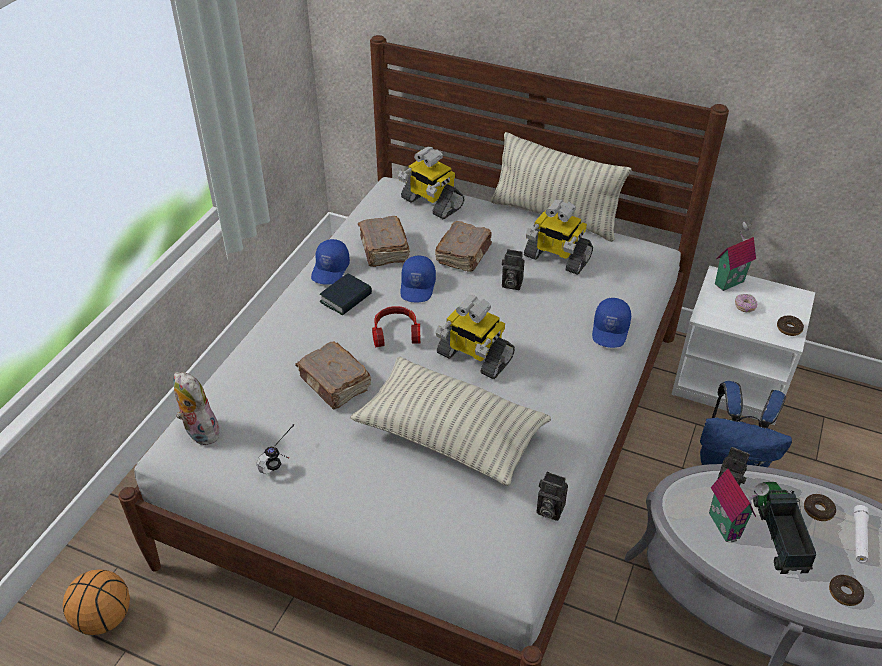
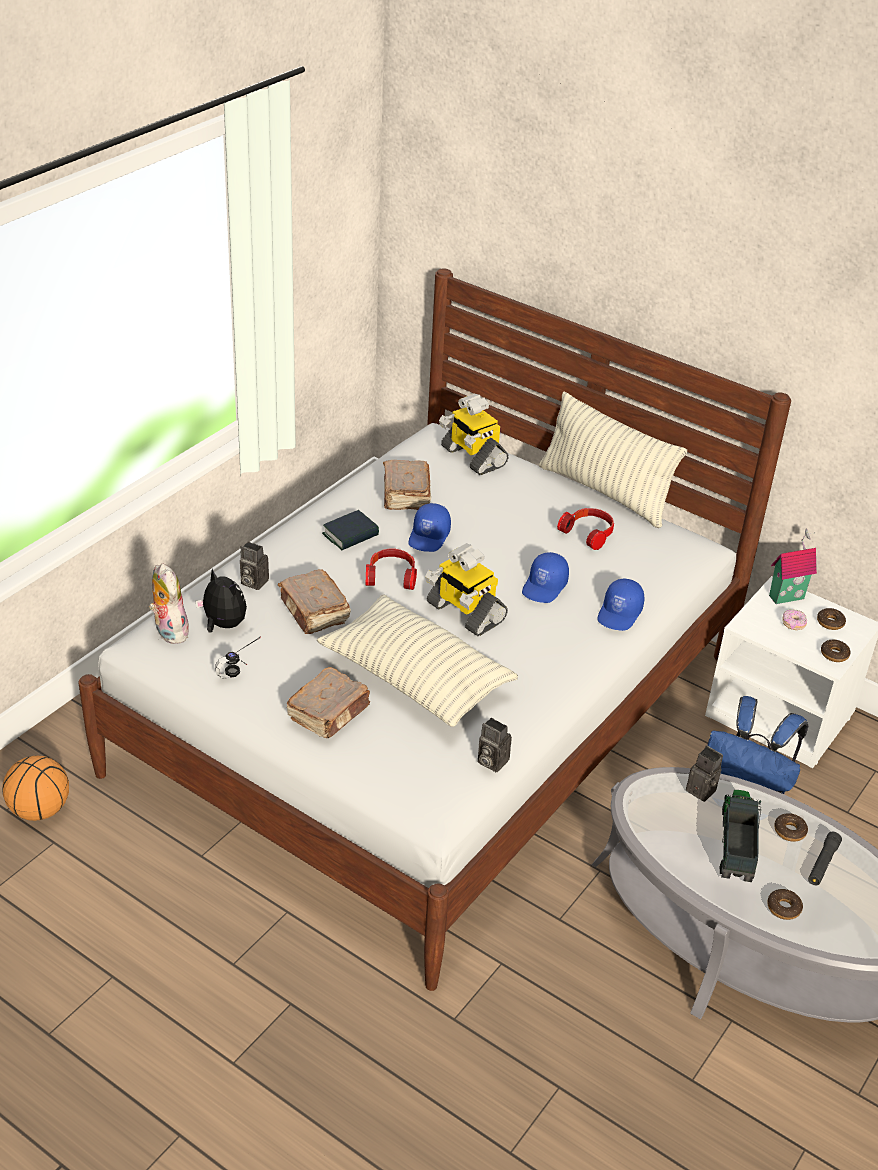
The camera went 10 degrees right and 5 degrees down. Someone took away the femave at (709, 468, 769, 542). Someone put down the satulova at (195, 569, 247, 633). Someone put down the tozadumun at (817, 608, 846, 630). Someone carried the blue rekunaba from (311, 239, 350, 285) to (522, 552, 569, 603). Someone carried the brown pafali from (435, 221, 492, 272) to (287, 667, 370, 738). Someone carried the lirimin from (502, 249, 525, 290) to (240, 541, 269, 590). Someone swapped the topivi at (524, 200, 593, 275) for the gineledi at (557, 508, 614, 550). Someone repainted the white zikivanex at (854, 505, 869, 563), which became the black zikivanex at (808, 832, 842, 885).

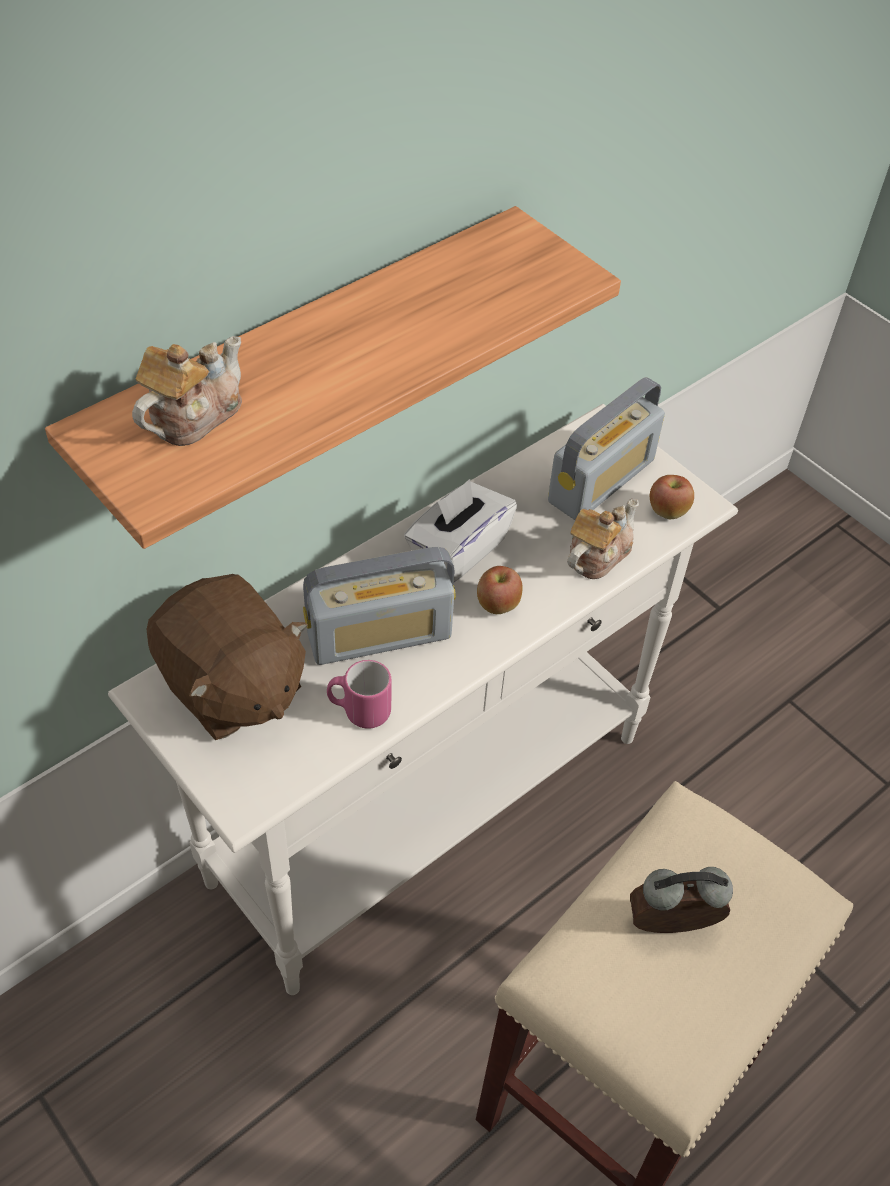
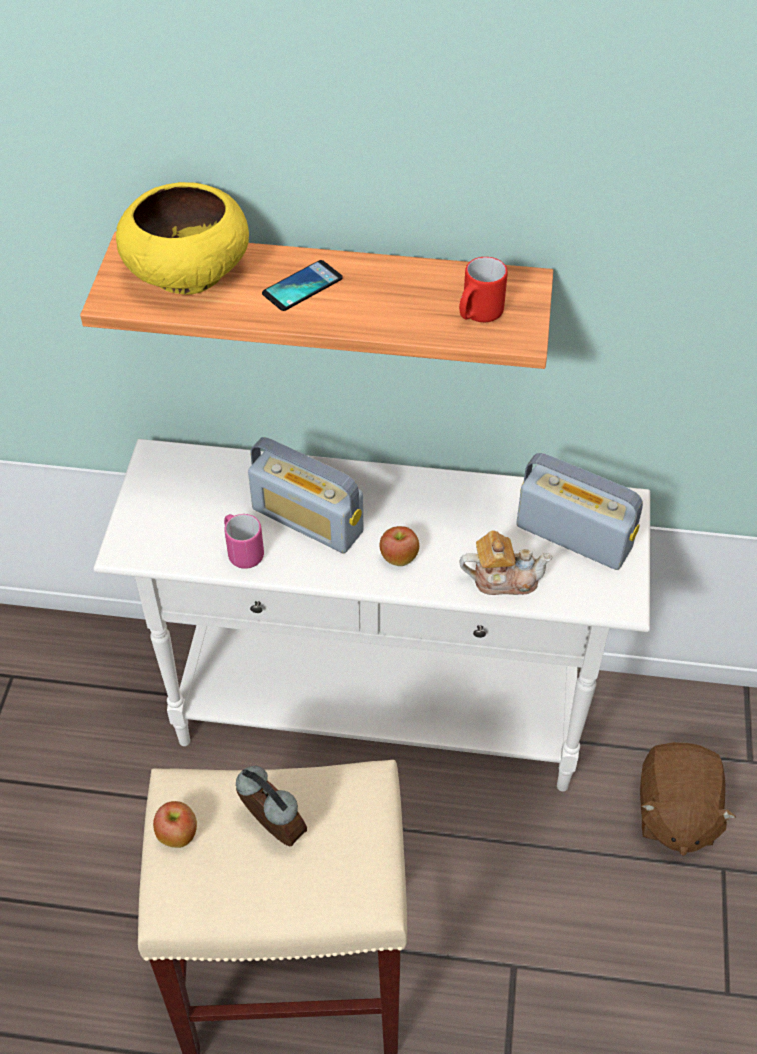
The camera went 50 degrees right and 0 degrees up. Someone took away the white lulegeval at (404, 479, 517, 582). Someone put down the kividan at (262, 260, 343, 311). Someone put down the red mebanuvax at (459, 257, 508, 322). Someone carried the brown satulova from (146, 574, 308, 740) to (640, 742, 736, 856). Someone carried the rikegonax from (650, 475, 694, 519) to (153, 801, 197, 848). Someone swapped the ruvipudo at (132, 336, 242, 446) for the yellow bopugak at (116, 182, 249, 294). Someone rotated the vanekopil at (548, 377, 665, 520) by 150 degrees counterclockwise.

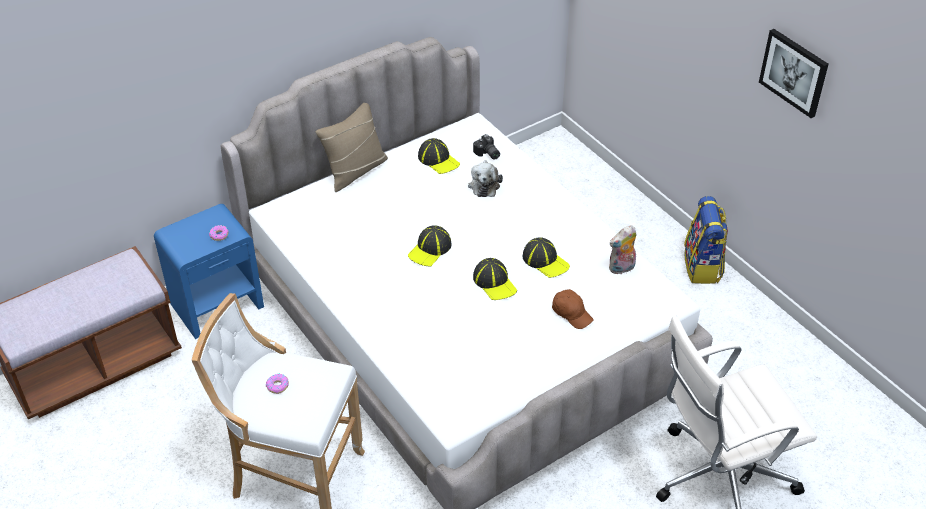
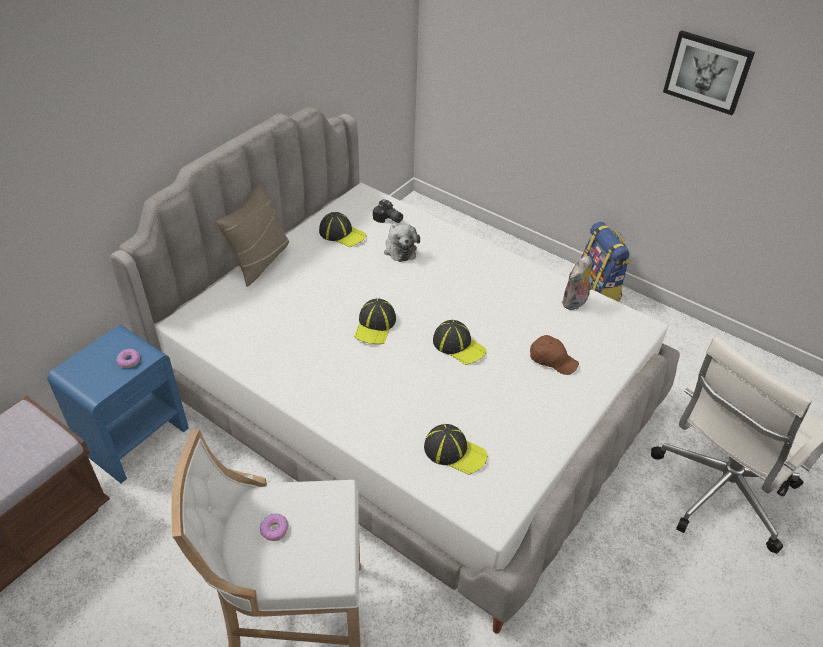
The camera went 20 degrees left and 0 degrees up. Someone carried the rekunaba from (523, 237, 570, 278) to (424, 424, 488, 475).

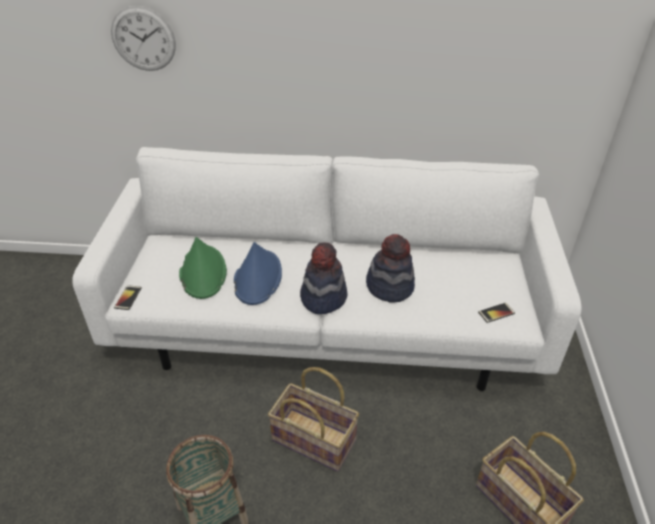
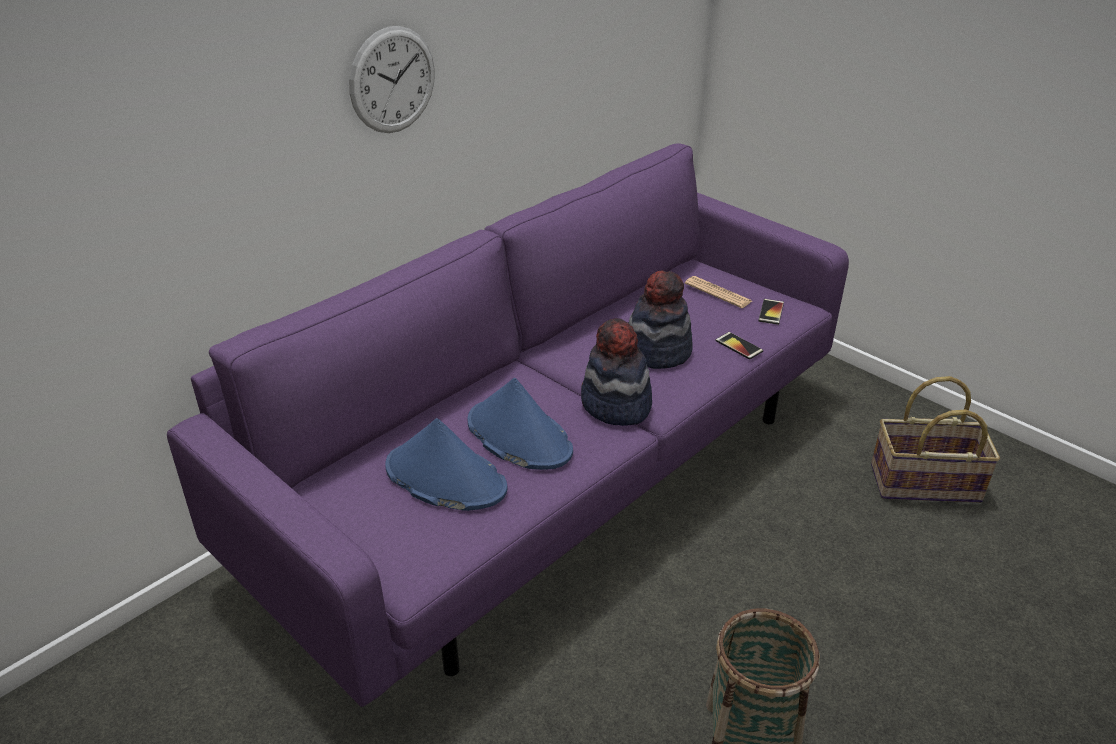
The camera went 50 degrees left and 5 degrees down. Someone took away the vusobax at (268, 367, 359, 472). Someone put down the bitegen at (685, 276, 752, 308). Someone carried the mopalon from (111, 6, 176, 71) to (349, 26, 435, 133). Someone carried the kividan from (114, 285, 142, 310) to (715, 332, 763, 360). Someone repainted the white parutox at (72, 147, 582, 391), which became the purple parutox at (167, 144, 849, 707). Someone repainted the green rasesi at (179, 237, 227, 299), which became the blue rasesi at (385, 418, 508, 511).

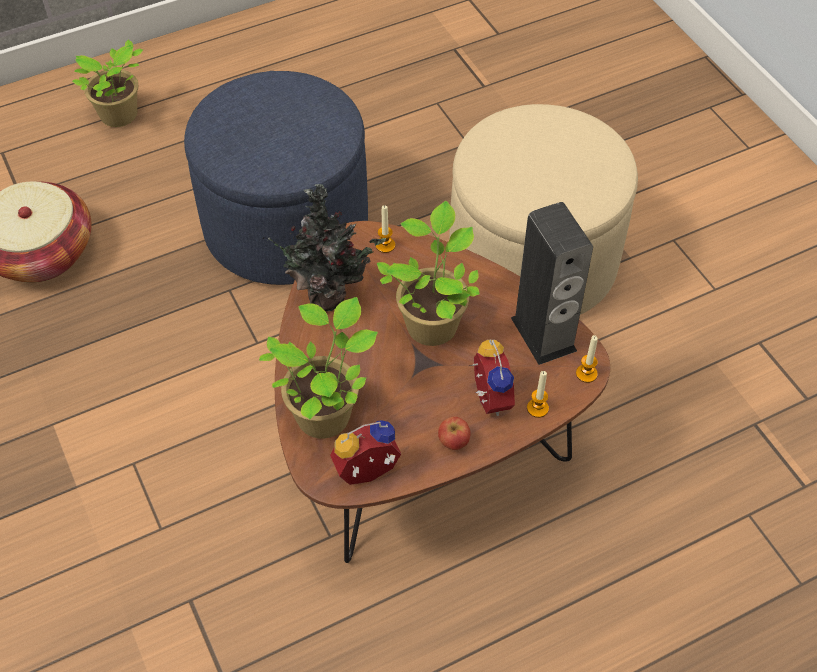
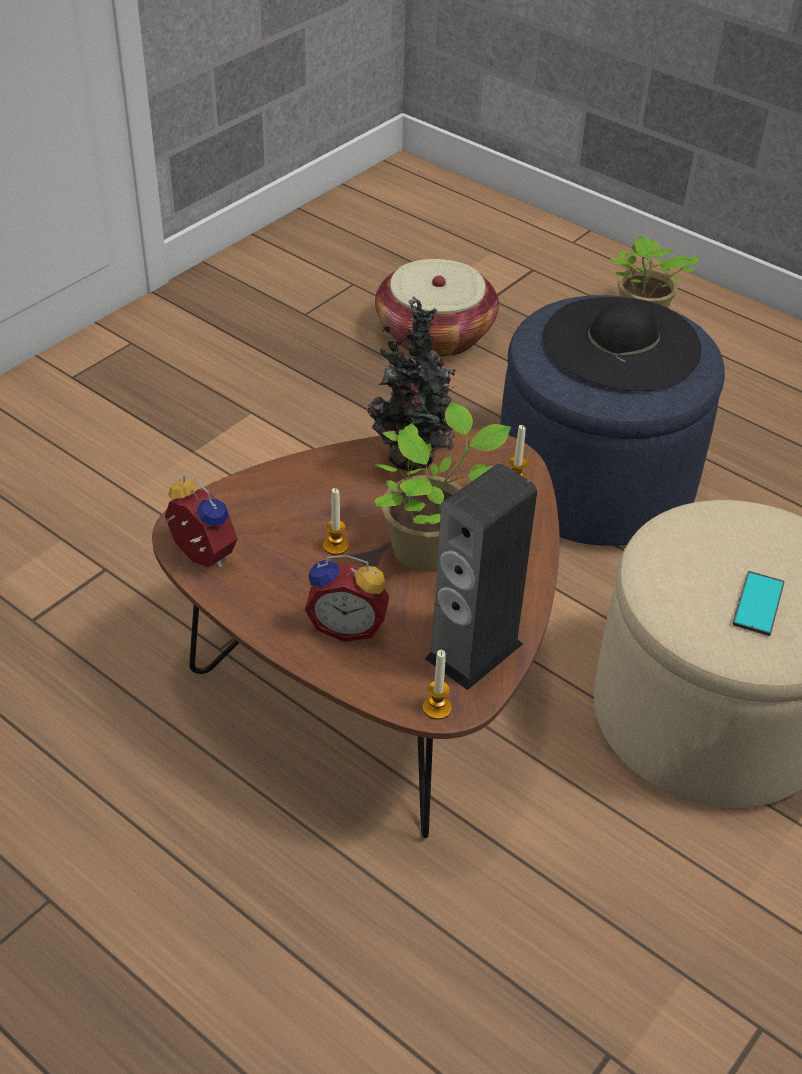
The camera went 65 degrees right and 10 degrees down. Someone took away the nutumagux at (259, 297, 378, 439). Someone took away the rikegonax at (438, 416, 471, 450). Someone put down the black rasesi at (543, 297, 701, 391). Someone put down the kividan at (732, 571, 785, 636). Someone carried the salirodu from (527, 371, 549, 418) to (323, 488, 349, 555). Someone rotated the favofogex at (469, 340, 515, 416) by 45 degrees clockwise.

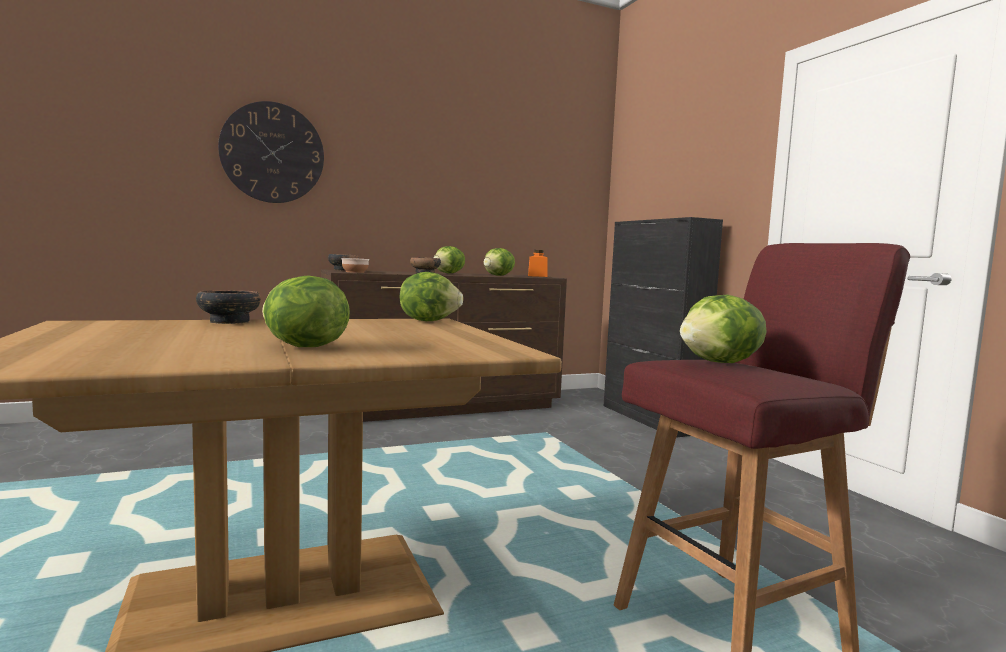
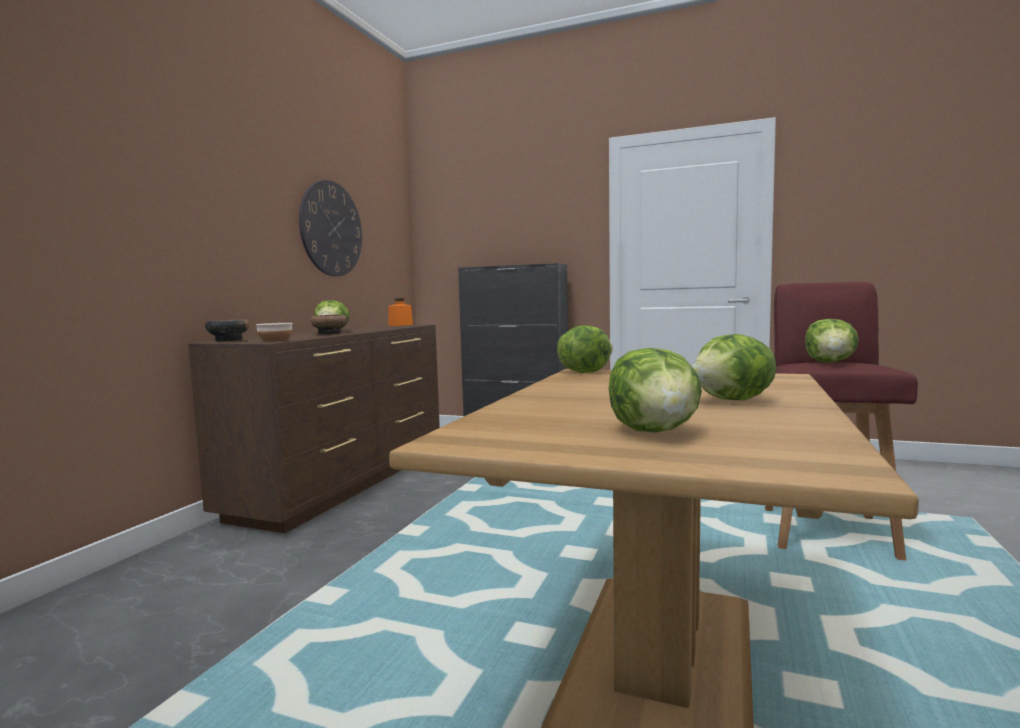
The camera went 45 degrees left and 0 degrees up. Someone took away the bopugak at (196, 290, 261, 324). Someone carried the mopalon from (218, 101, 324, 203) to (299, 180, 362, 276). Someone carried the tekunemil from (484, 248, 515, 276) to (609, 348, 702, 433).

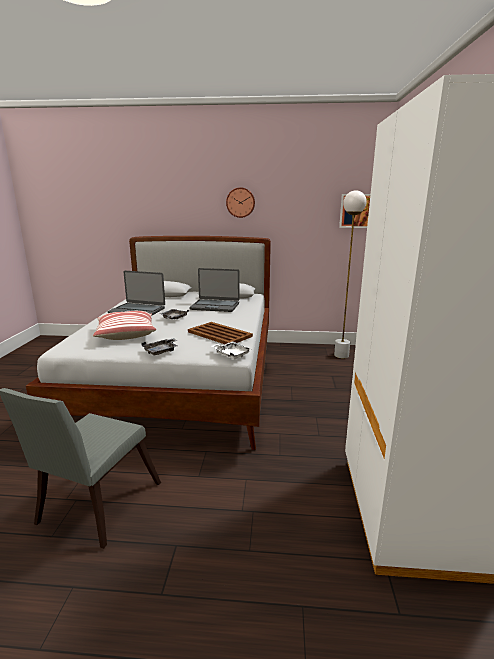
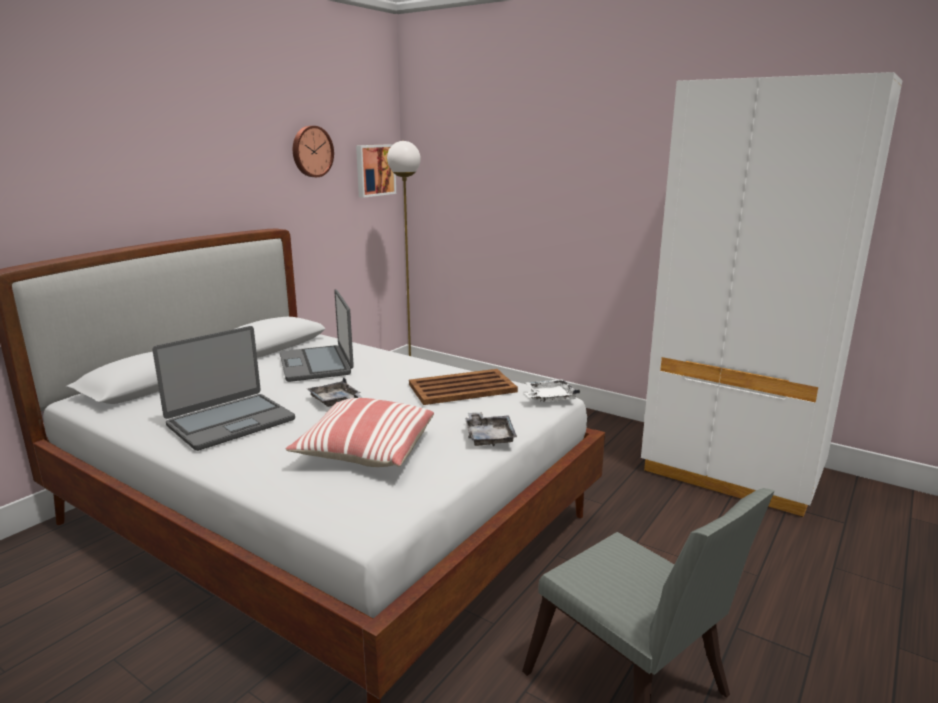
The camera went 60 degrees left and 0 degrees up. Someone carried the mopalon from (226, 187, 255, 218) to (293, 126, 334, 177). Someone rotated the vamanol at (189, 268, 240, 312) by 120 degrees clockwise.

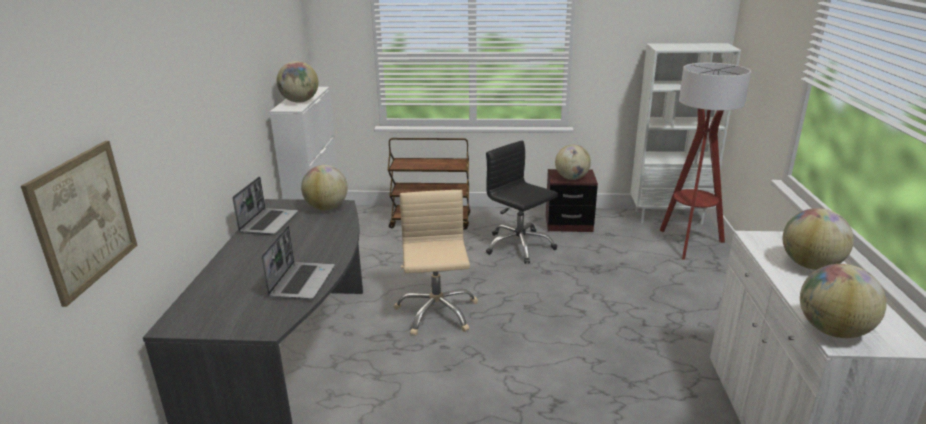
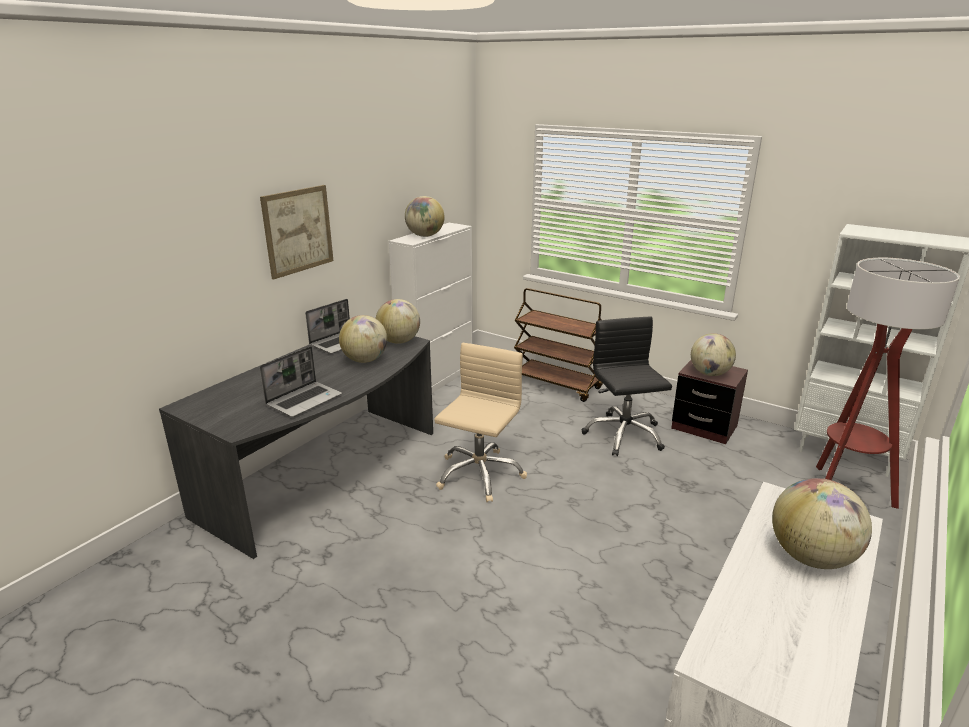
The camera went 30 degrees right and 0 degrees up. Someone carried the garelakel from (21, 141, 138, 307) to (260, 185, 334, 279). Someone carried the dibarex from (800, 264, 887, 338) to (339, 315, 387, 363).

